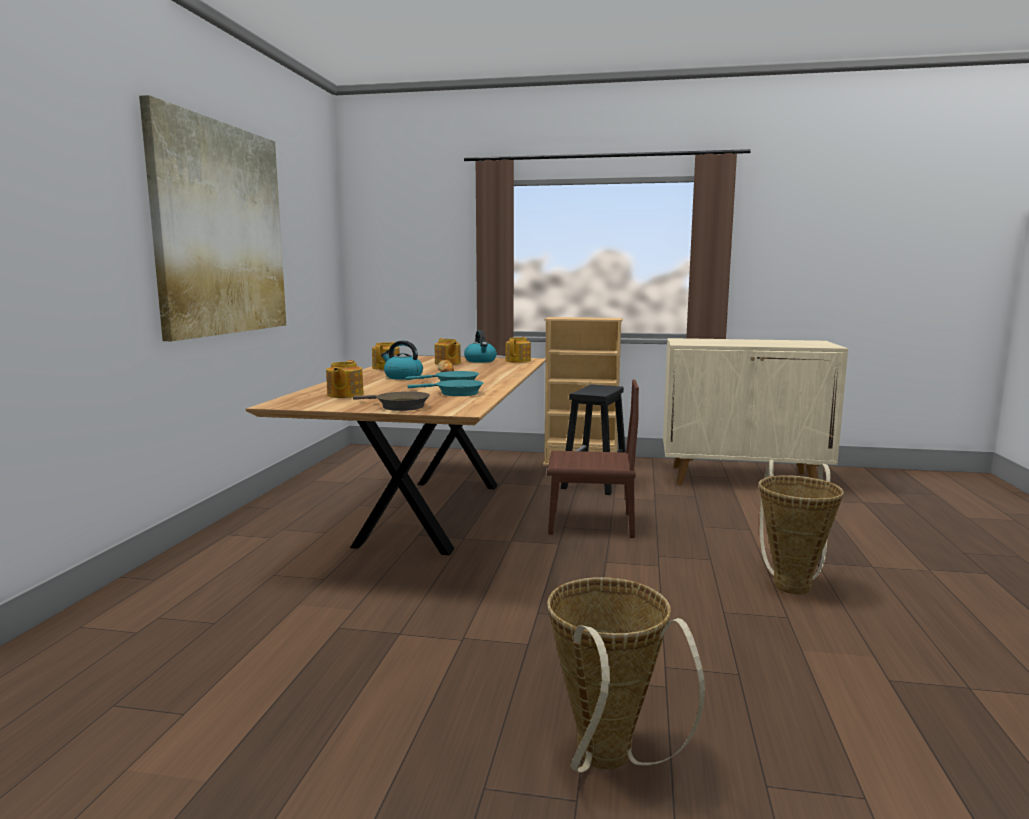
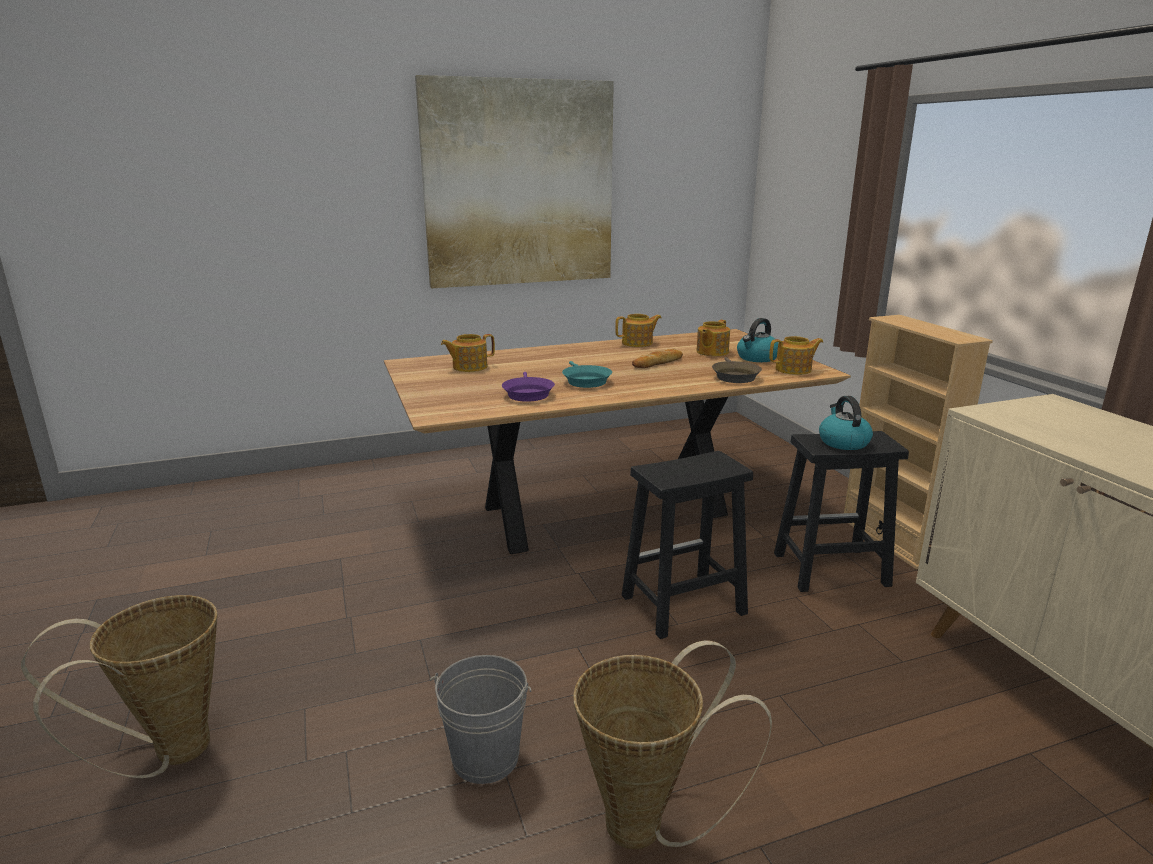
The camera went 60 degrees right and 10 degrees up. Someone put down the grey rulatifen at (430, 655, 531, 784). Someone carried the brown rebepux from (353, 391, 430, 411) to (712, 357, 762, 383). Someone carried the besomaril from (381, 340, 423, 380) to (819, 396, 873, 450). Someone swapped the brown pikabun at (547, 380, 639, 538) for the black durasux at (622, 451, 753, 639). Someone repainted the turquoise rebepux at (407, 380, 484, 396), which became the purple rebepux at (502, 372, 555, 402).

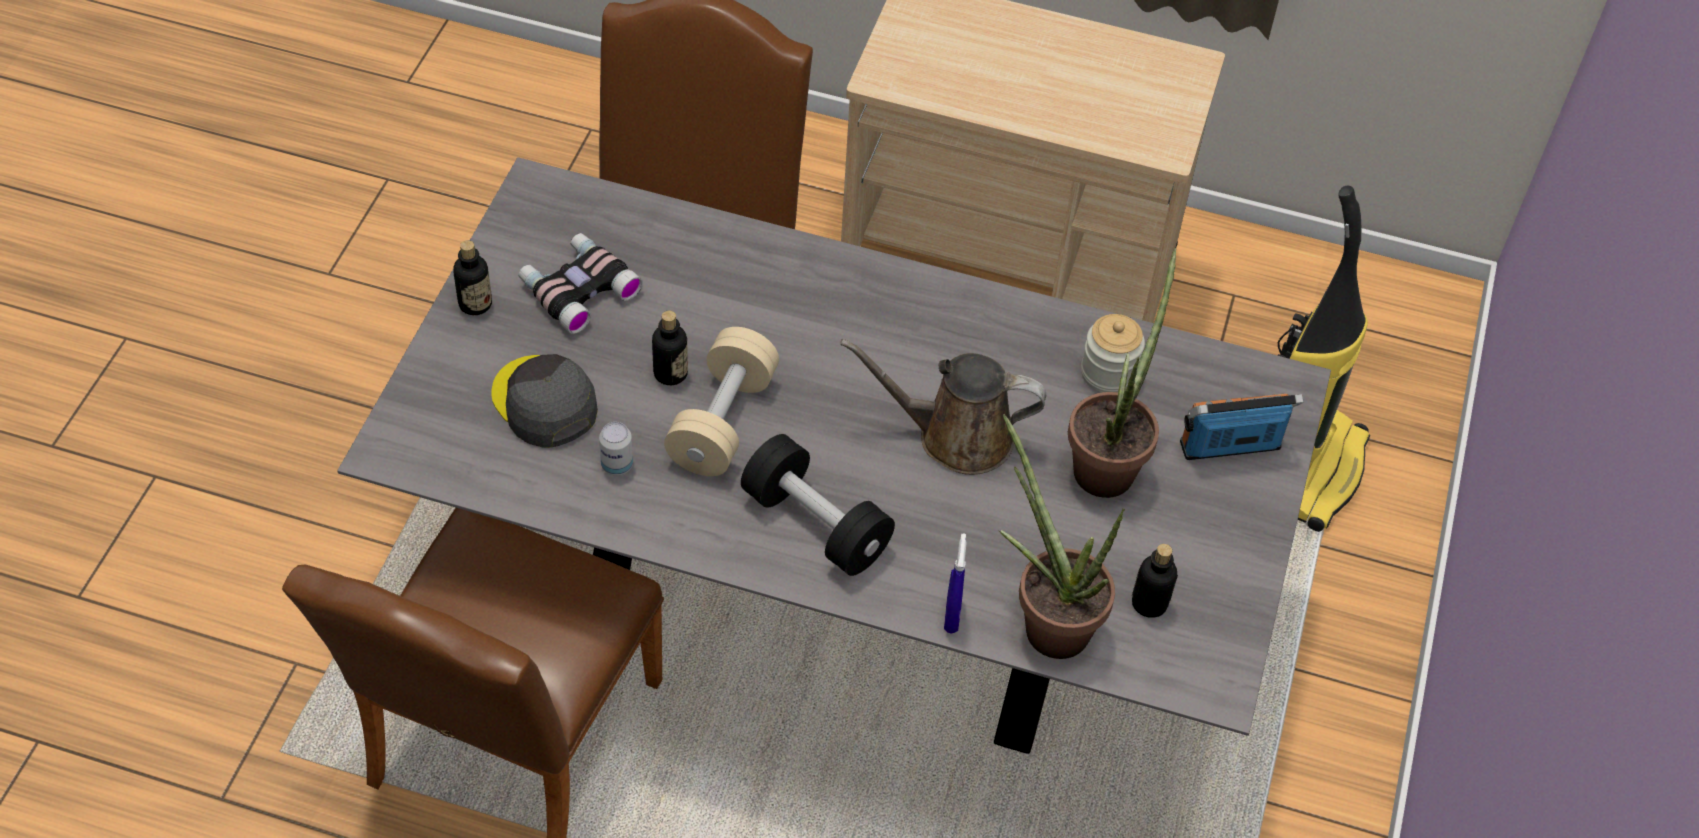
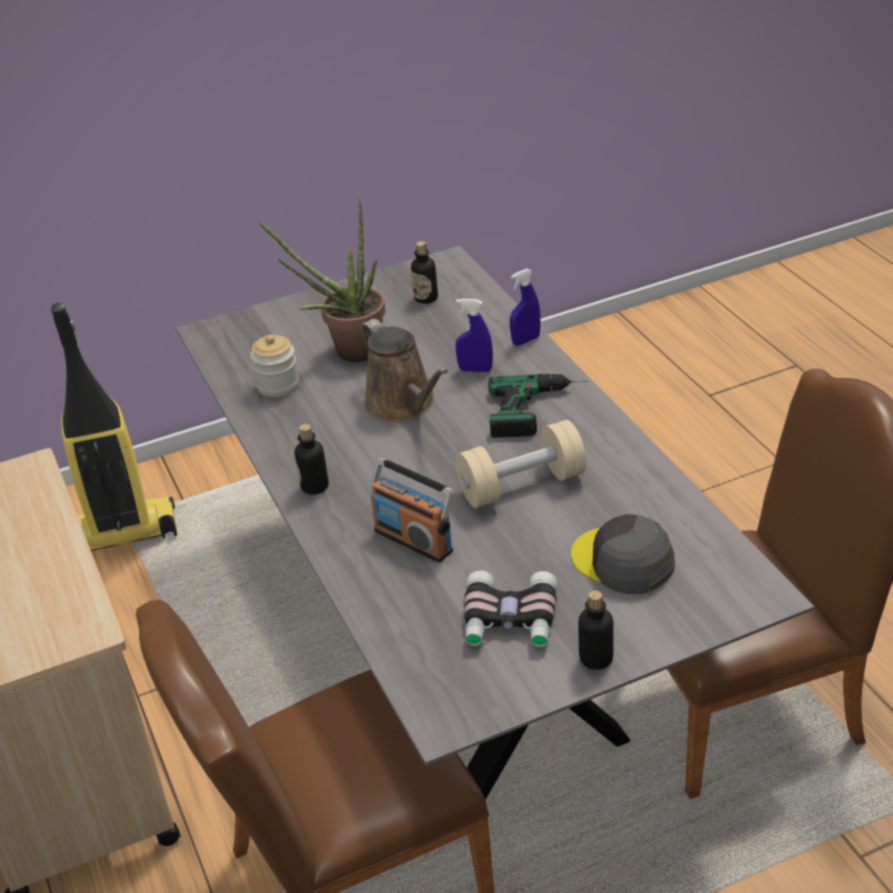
The camera went 125 degrees left and 15 degrees down. Someone took away the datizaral at (599, 422, 633, 476). Someone took away the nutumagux at (999, 414, 1125, 659). Someone put down the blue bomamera at (455, 299, 493, 372). Someone carried the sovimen from (652, 310, 688, 385) to (294, 424, 329, 495). Someone carried the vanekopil from (1180, 393, 1304, 460) to (371, 458, 454, 562). Someone swapped the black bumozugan at (741, 434, 895, 576) for the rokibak at (488, 374, 588, 438). Someone rotated the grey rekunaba at (492, 354, 598, 448) by 120 degrees clockwise.

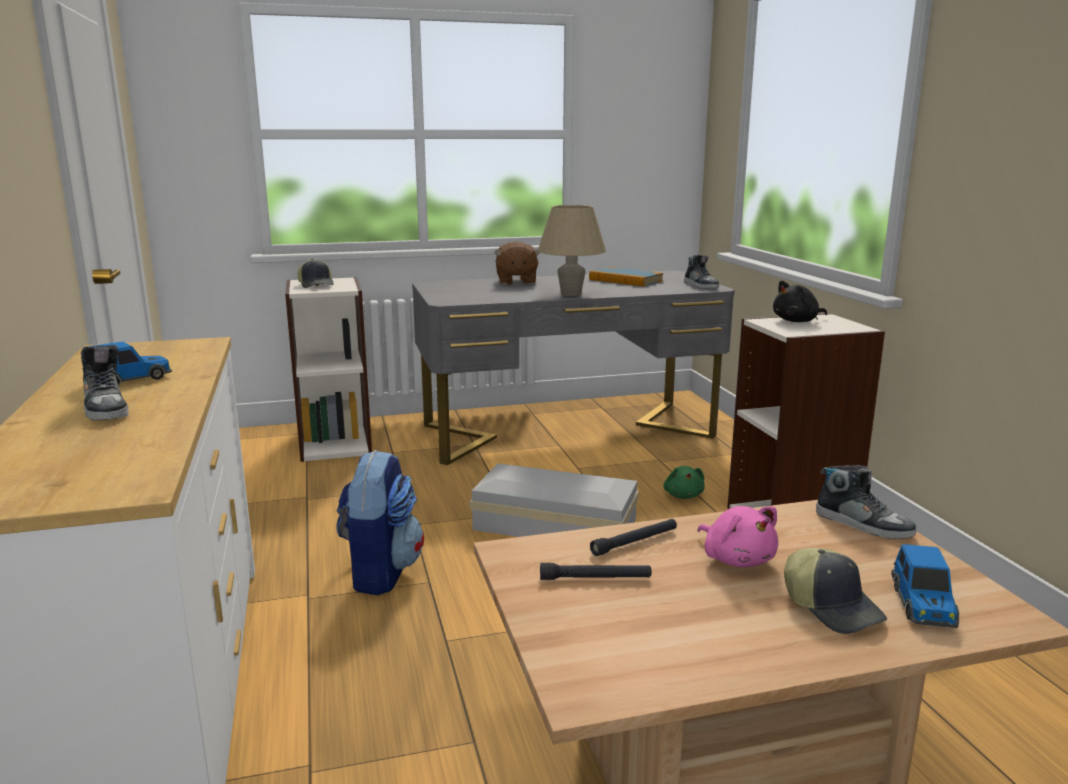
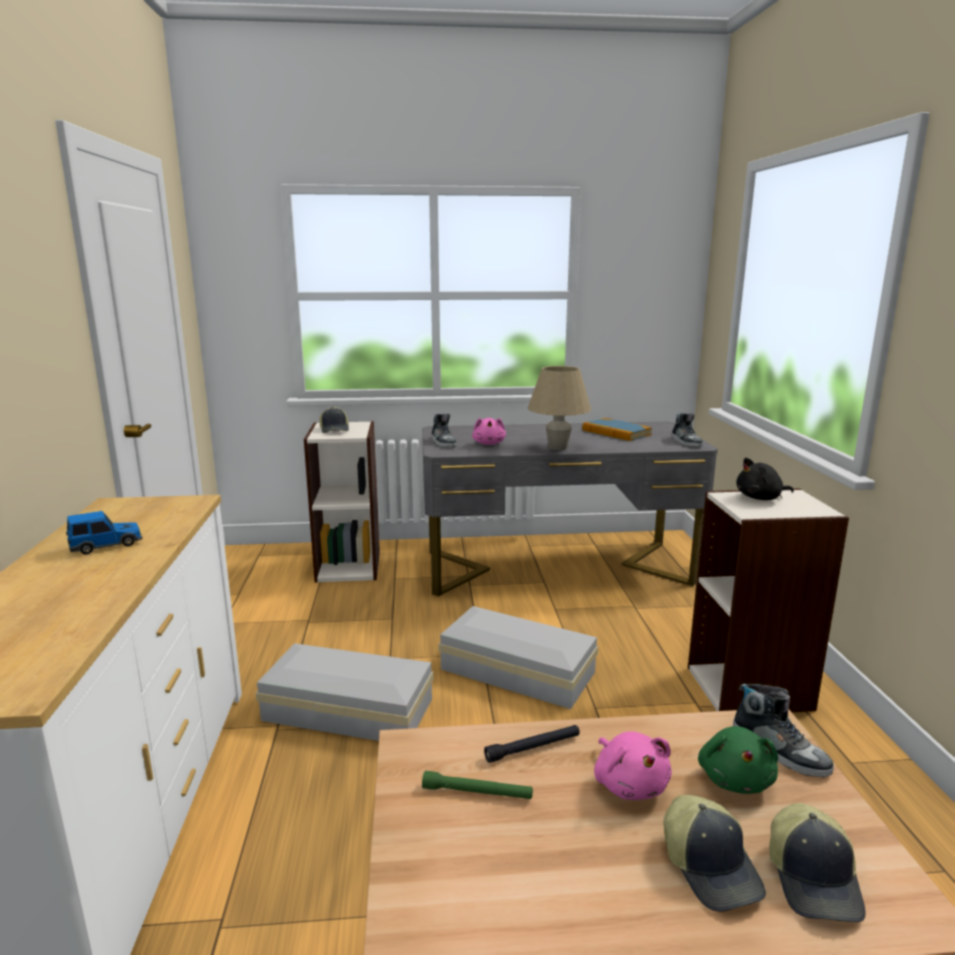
The camera went 10 degrees right and 0 degrees up. Someone took away the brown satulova at (495, 241, 539, 285). Someone put down the pink satulova at (472, 418, 506, 445). Someone carried the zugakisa from (81, 345, 129, 420) to (432, 414, 457, 447). Someone carried the green satulova from (664, 466, 705, 499) to (698, 726, 778, 794). Someone swapped the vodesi at (336, 450, 424, 595) for the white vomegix at (256, 643, 433, 741). Someone swapped the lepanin at (891, 544, 959, 628) for the rekunaba at (769, 803, 865, 922). Someone repainted the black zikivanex at (540, 563, 651, 580), which became the green zikivanex at (422, 771, 533, 799).

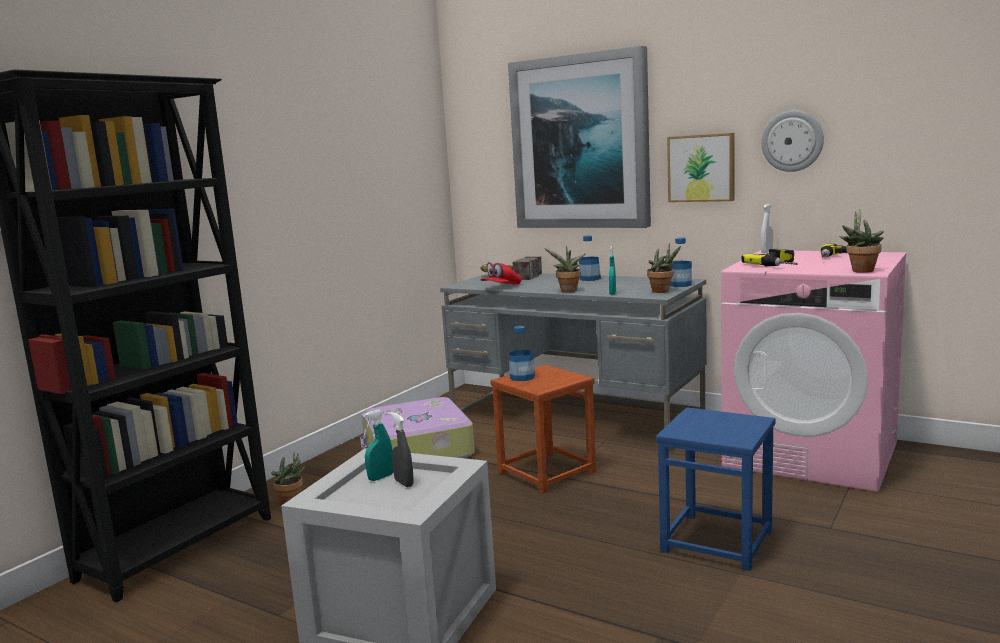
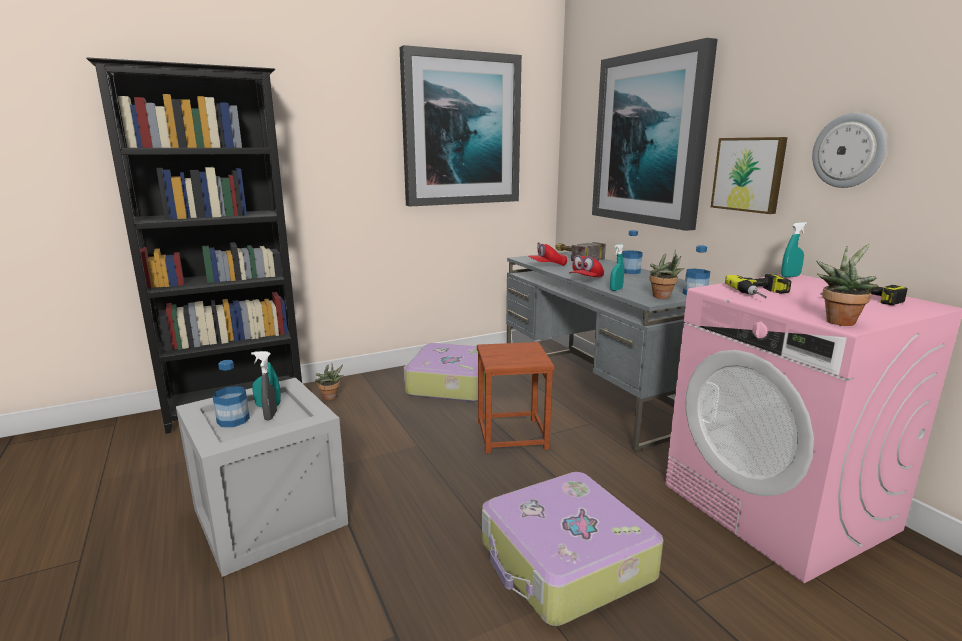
The camera went 30 degrees right and 5 degrees up. Someone put up the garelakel at (400, 45, 522, 206). Someone carried the sovimen from (509, 326, 535, 381) to (213, 360, 250, 427). Someone swapped the nutumagux at (545, 246, 586, 292) for the red rekunaba at (569, 255, 604, 277). Someone swapped the blue durasux at (656, 407, 775, 571) for the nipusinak at (482, 472, 663, 626). Someone repainted the white bomamera at (761, 204, 773, 253), which became the turquoise bomamera at (781, 222, 807, 277).

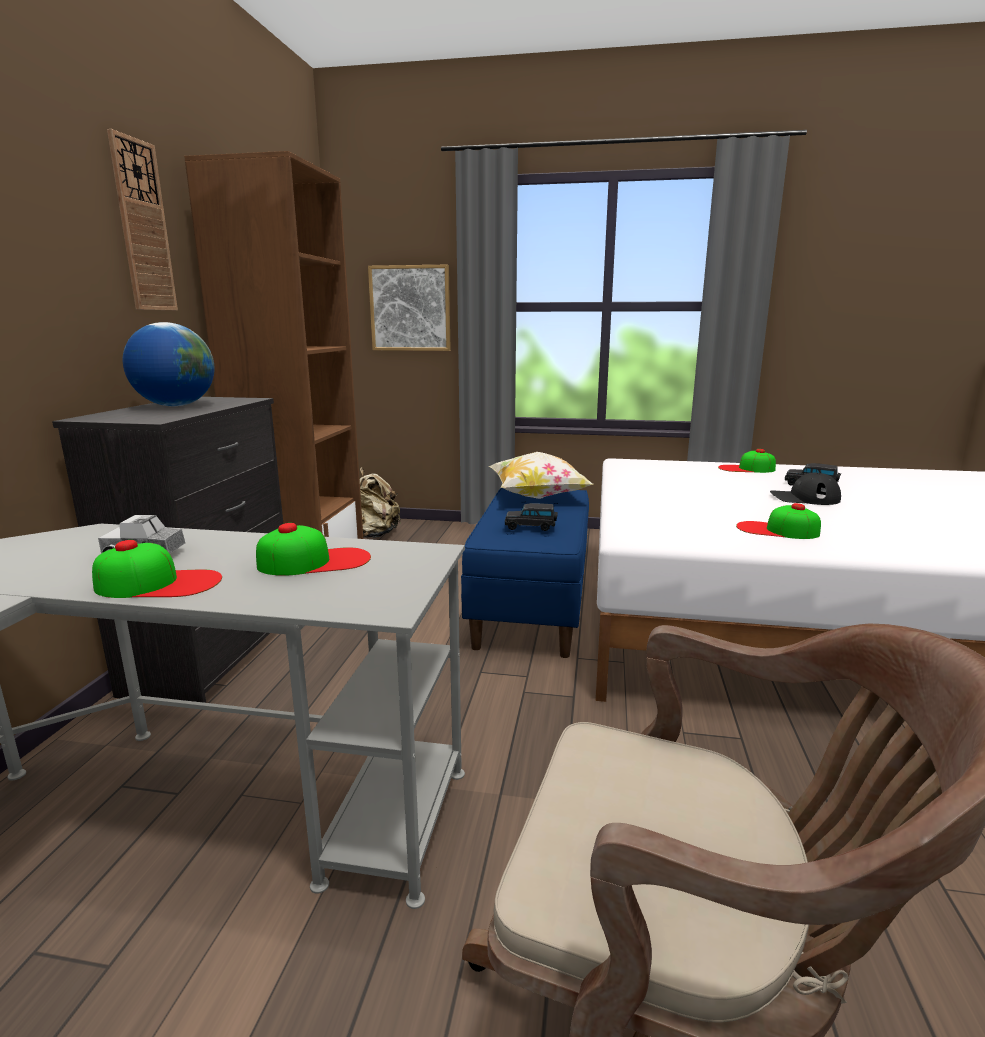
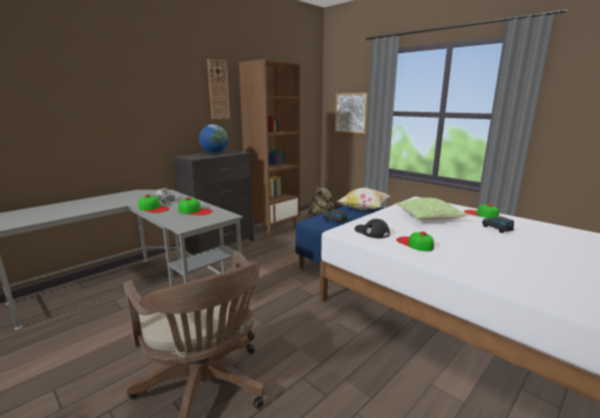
The camera went 35 degrees right and 0 degrees up. Someone put down the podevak at (396, 198, 468, 220). Someone carried the black rekunaba from (770, 473, 841, 505) to (355, 219, 390, 238).

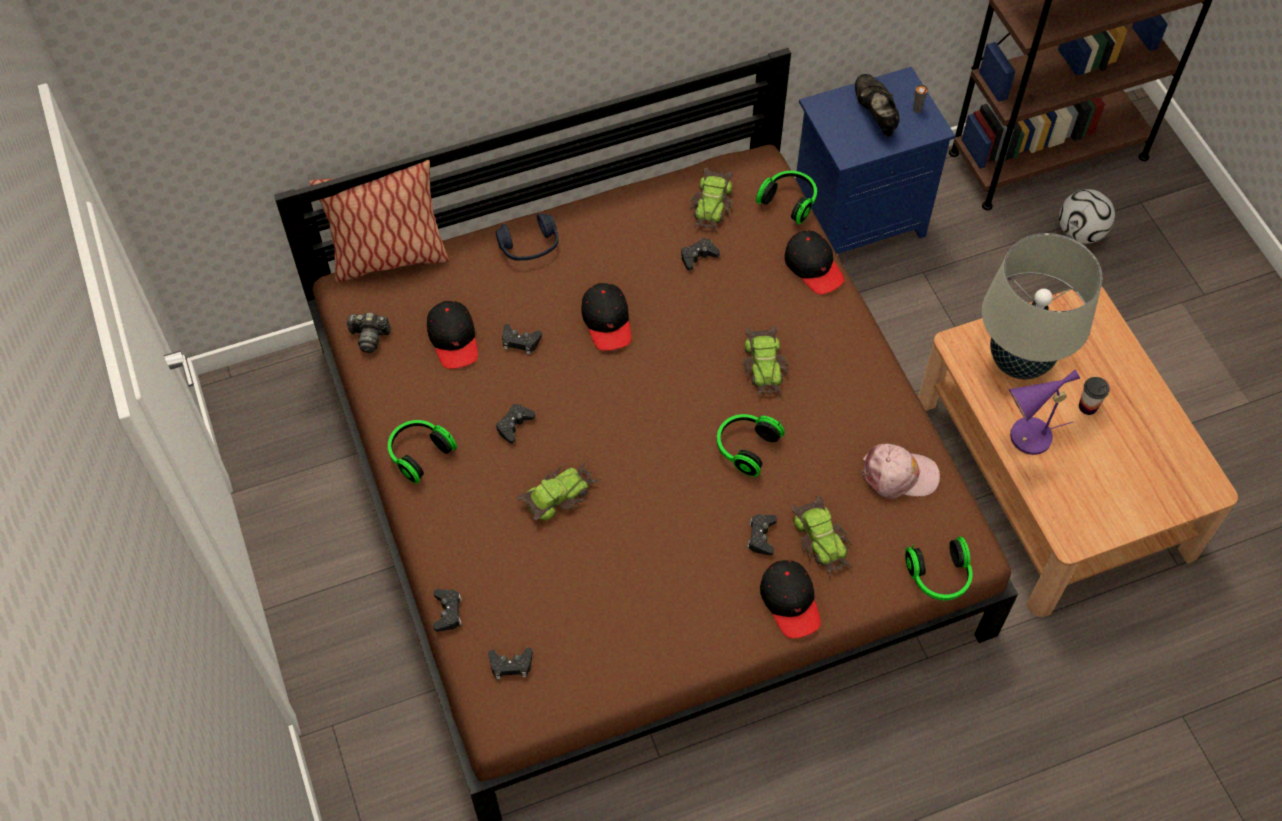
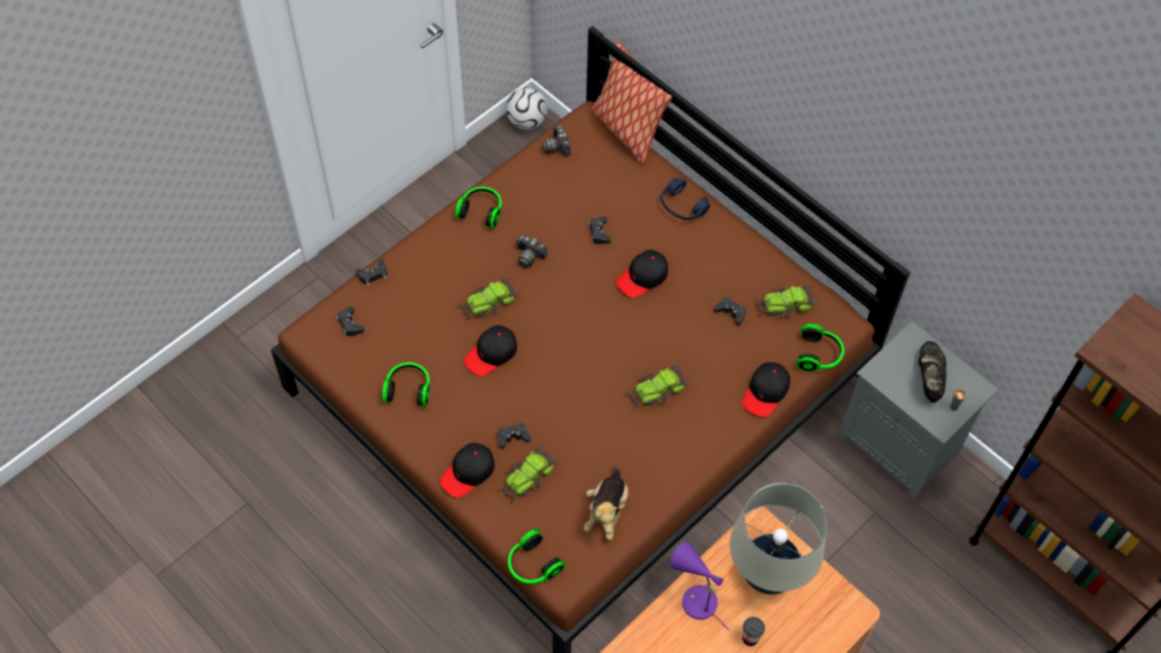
The camera went 65 degrees right and 0 degrees up. Someone carried the black rekunaba from (427, 301, 478, 369) to (464, 325, 517, 376). Someone carried the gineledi from (717, 414, 785, 477) to (382, 362, 430, 407). Someone carried the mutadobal from (1059, 189, 1115, 244) to (506, 87, 548, 130). Someone swapped the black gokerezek at (496, 404, 535, 444) for the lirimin at (516, 235, 547, 268). Someone swapped the pink rekunaba at (862, 444, 940, 499) for the satulova at (584, 466, 628, 540). Someone repainted the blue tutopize at (796, 67, 955, 254), which became the grey tutopize at (837, 321, 998, 503). Someone rotated the lepanin at (518, 462, 601, 521) by 120 degrees clockwise. Someone rotated the black zugakisa at (855, 74, 900, 137) by 45 degrees counterclockwise.

